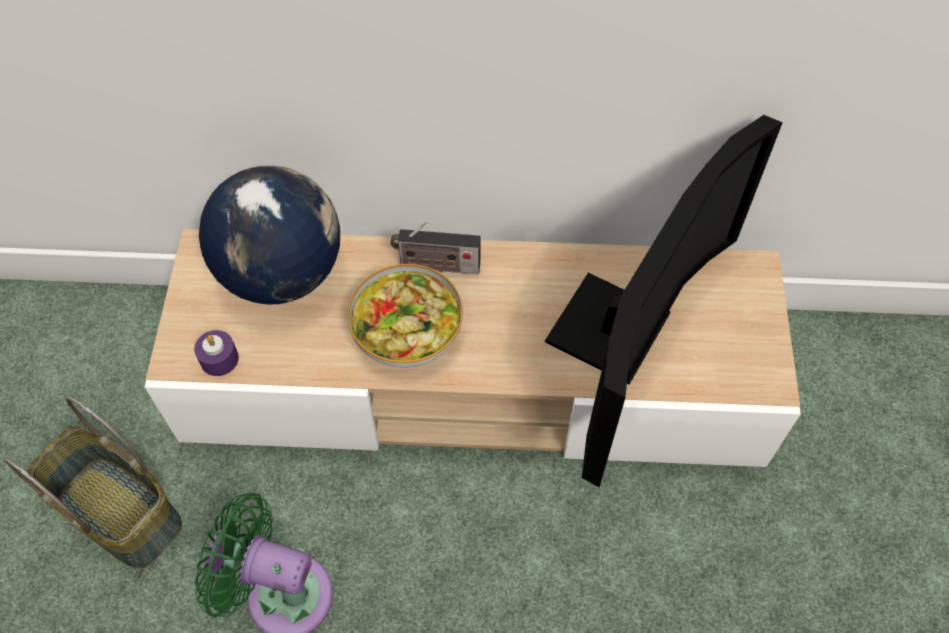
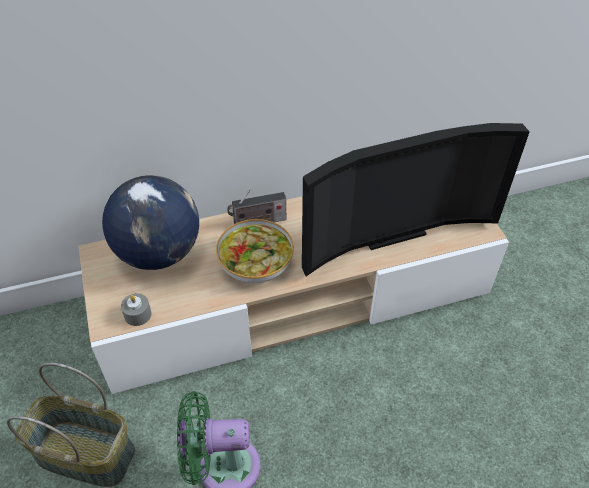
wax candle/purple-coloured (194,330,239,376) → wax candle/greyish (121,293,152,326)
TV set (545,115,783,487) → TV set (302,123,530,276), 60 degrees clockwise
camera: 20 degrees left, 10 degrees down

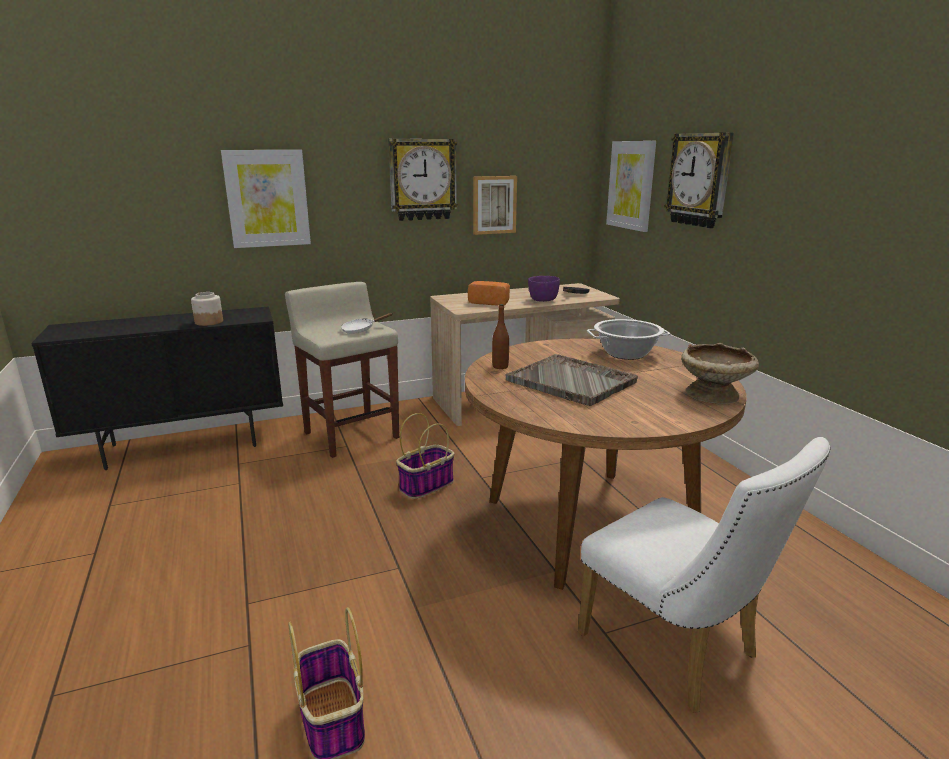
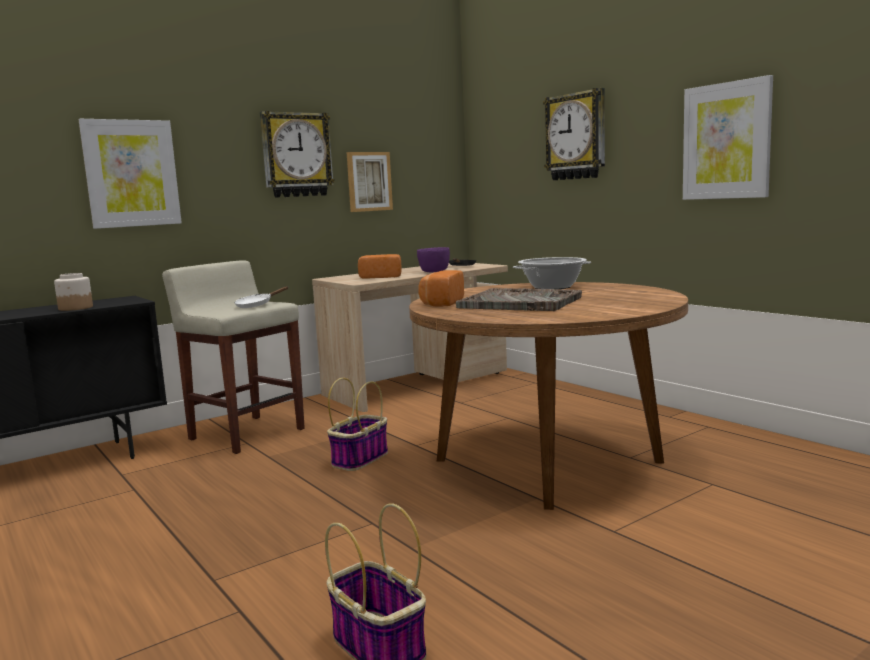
bottle/brown (492,304,509,369) → bakery bread (418,270,464,307)
chair/white-coloured (578,437,831,713) → -
picture (606,141,656,232) → picture (683,75,773,200), shifted
serving bowl/beige-coloured (681,343,759,404) → -
camera: 15 degrees left, 10 degrees down

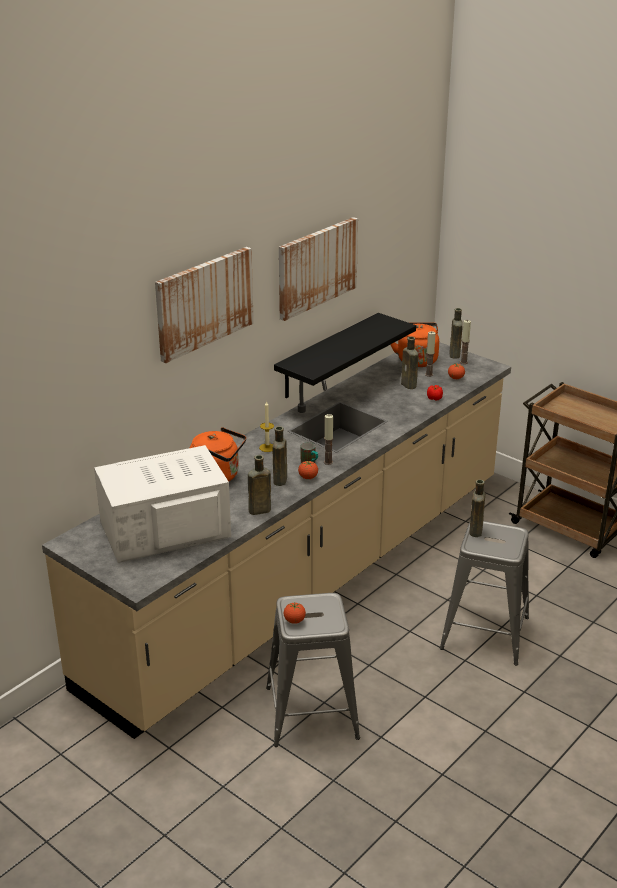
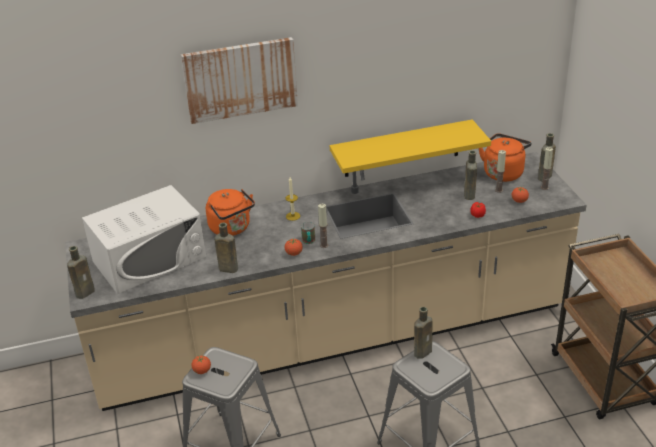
kitchen microwave/white-coloured (94,445,231,563) → kitchen microwave/white-coloured (82,185,206,294), 135 degrees clockwise
bottle/brown (272,426,287,486) → bottle/brown (67,246,95,299), shifted
shelf/black (274,313,416,398) → shelf/yellow-coloured (330,119,491,177)
picture (279,217,358,321) → -
camera: 35 degrees right, 5 degrees up

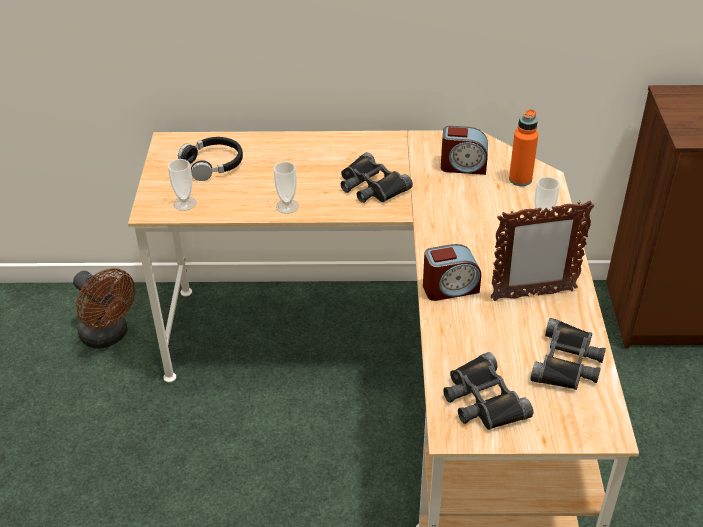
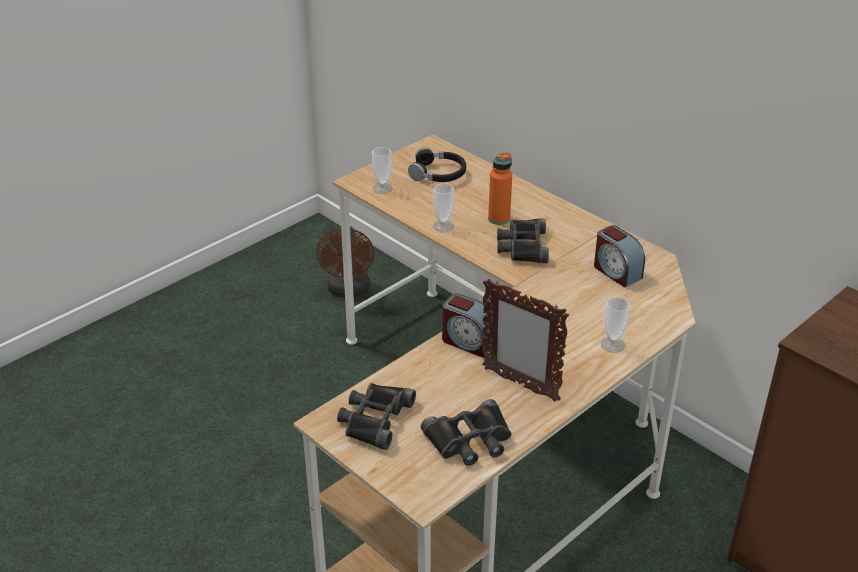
bottle/orange (509,109,538,186) → bottle/orange (488,152,512,225), shifted
camera: 45 degrees right, 5 degrees down

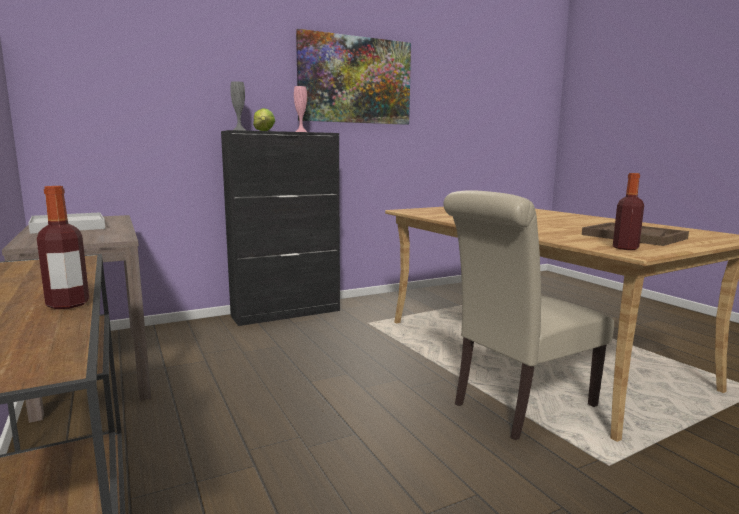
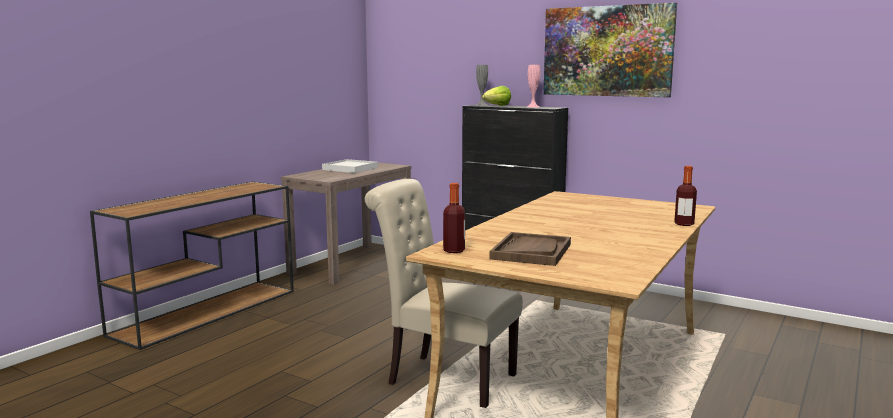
bottle (37,186,89,309) → bottle (674,166,697,226), shifted
camera: 60 degrees right, 0 degrees up

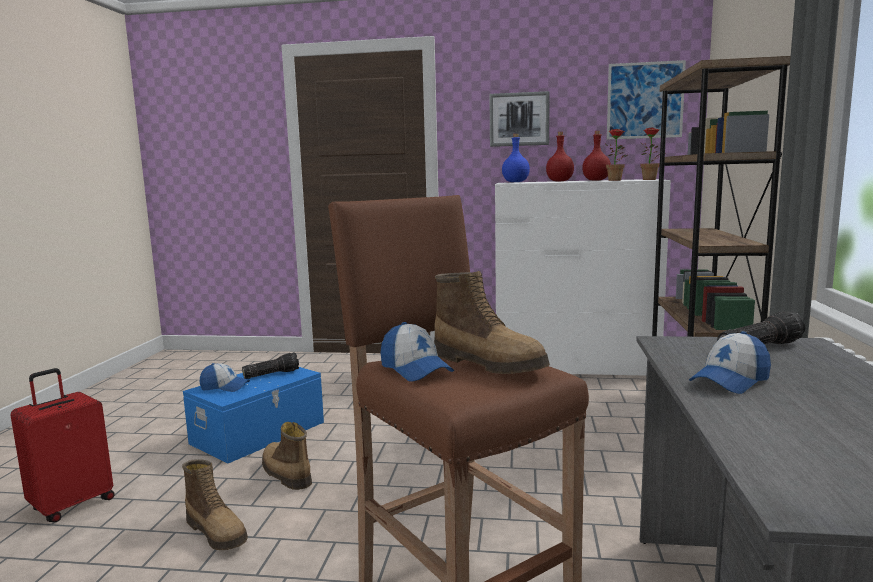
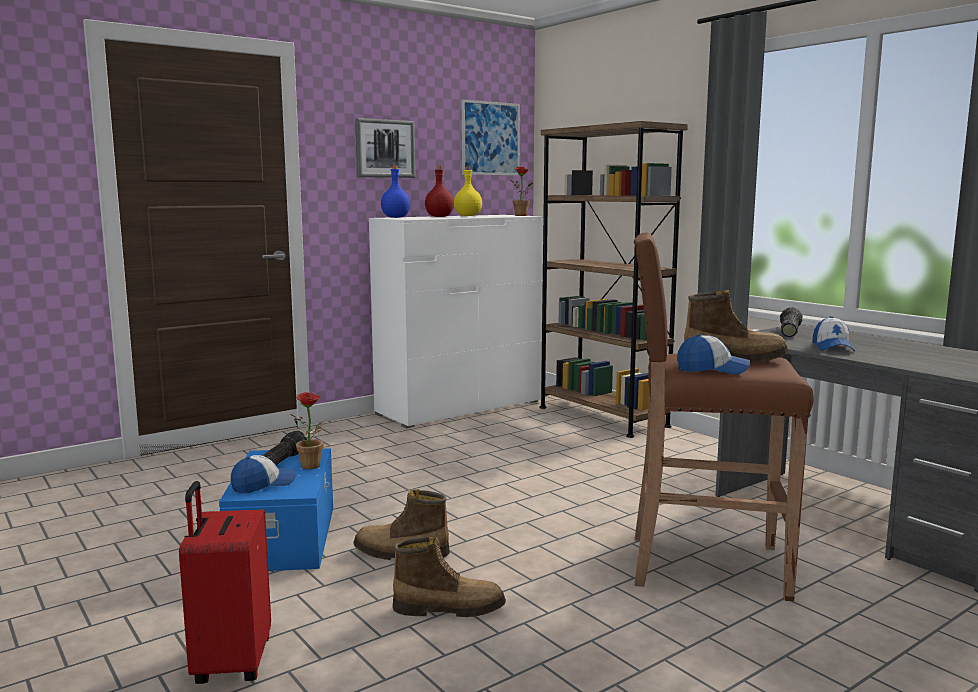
bottle/red-coloured (582,131,611,181) → bottle/yellow-coloured (454,166,482,216)
houseplant (604,129,627,181) → houseplant (291,392,324,469), shifted
camera: 45 degrees left, 0 degrees up

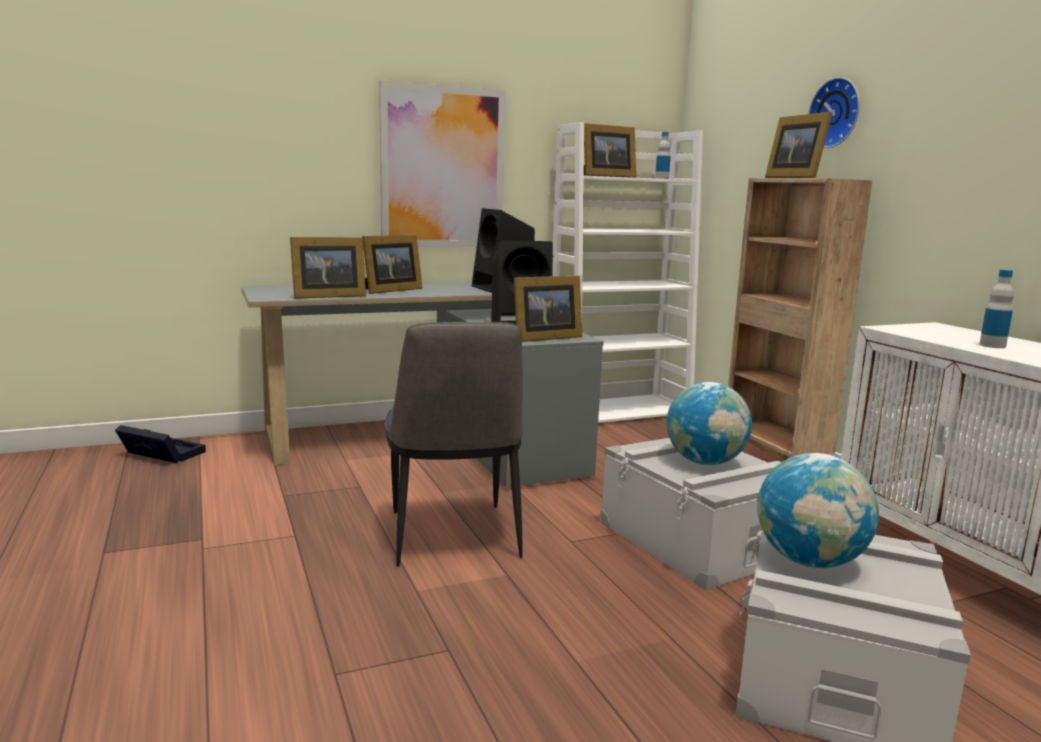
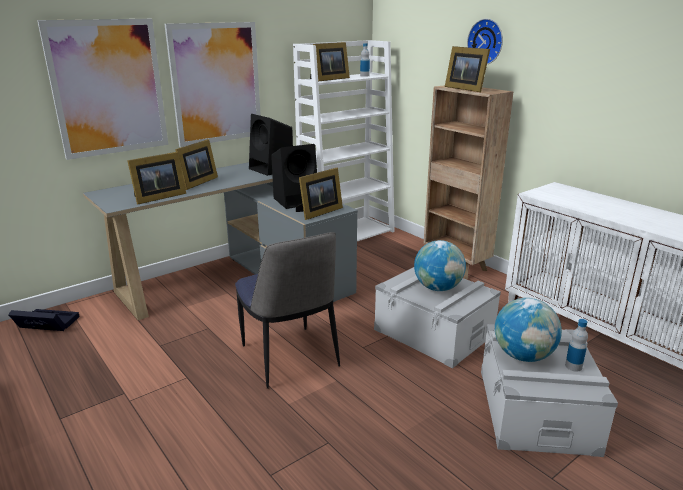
bottle (979,269,1014,348) → bottle (565,319,588,372), shifted
- → picture (37,19,168,160)
camera: 15 degrees left, 10 degrees up

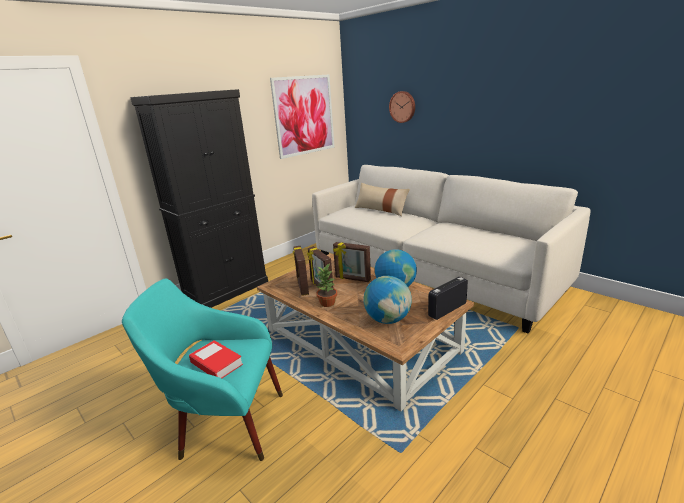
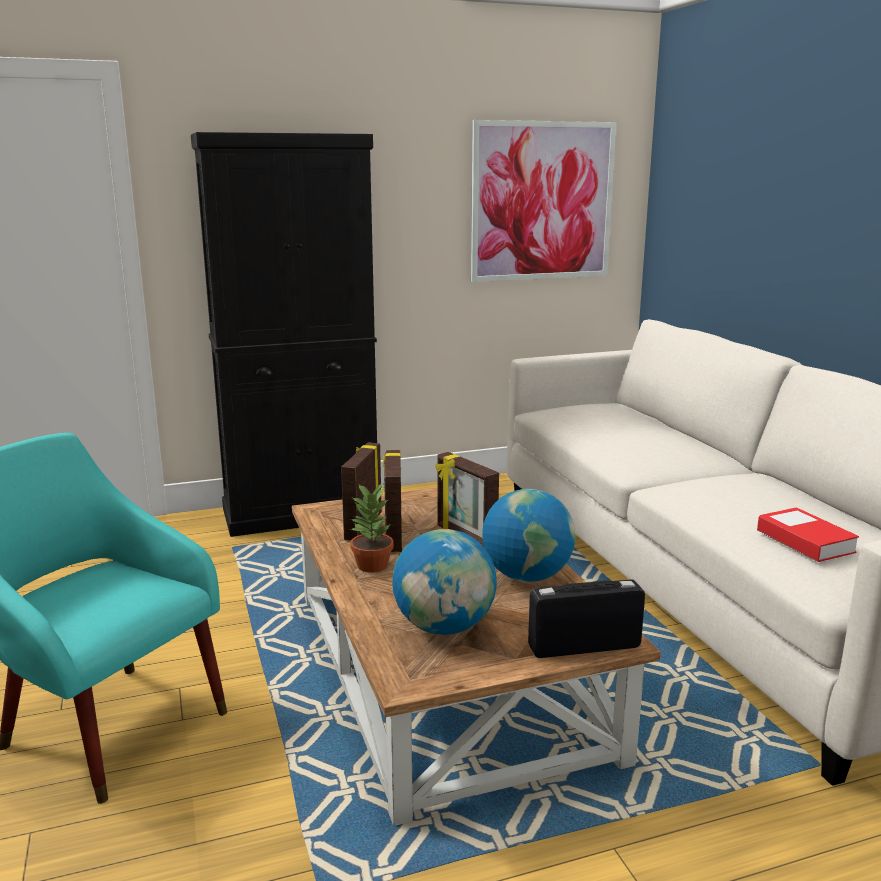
book (189,340,243,378) → book (757,507,859,562), shifted
pillow/beige-coloured (355,183,410,217) → -
clock on the wall (389,91,415,123) → -
camera: 25 degrees right, 5 degrees down

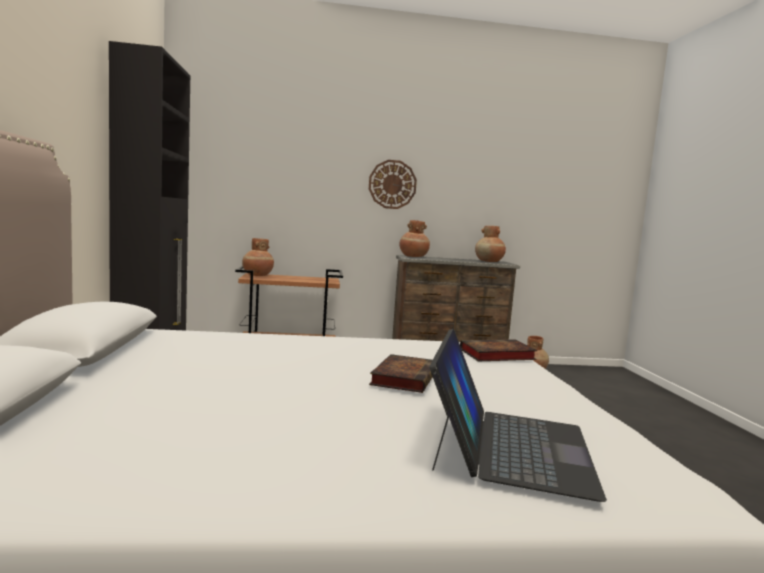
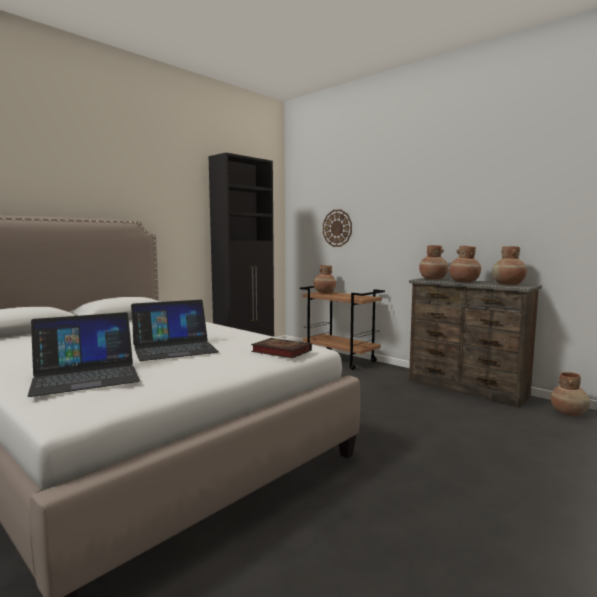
clock on the wall (369,160,417,209) → clock on the wall (323,209,352,247), shifted
book (369,354,432,393) → notebook computer (131,300,219,361)
- → vase/brown (449,246,481,282)
camera: 50 degrees right, 0 degrees up

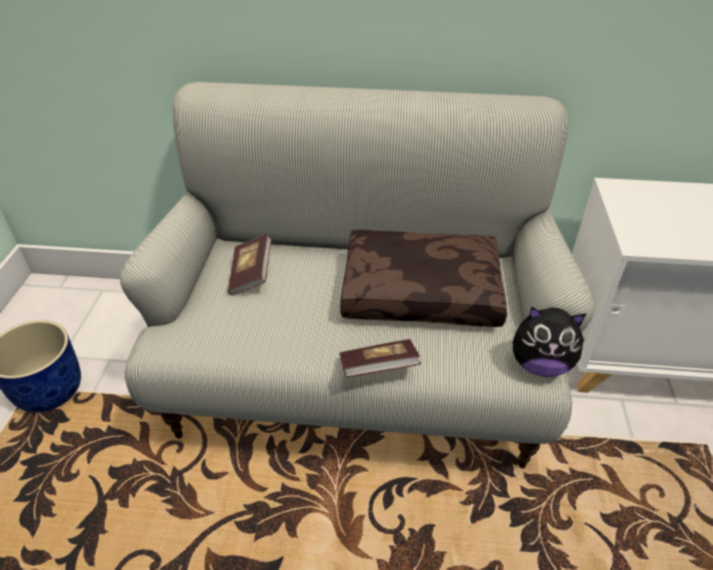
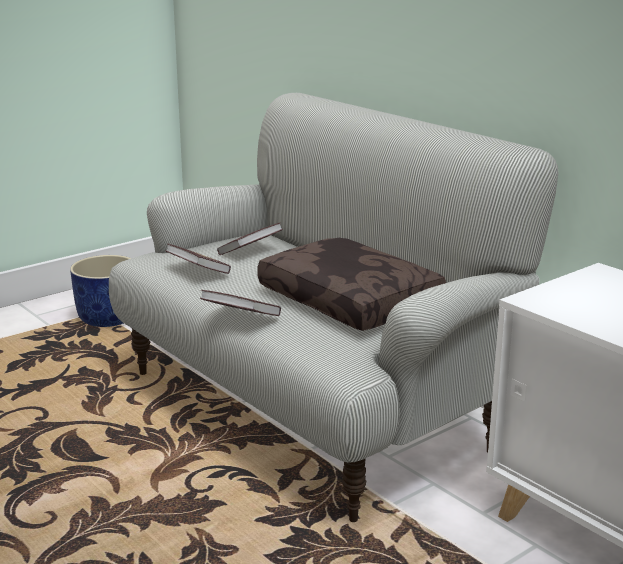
plush toy (513,307,586,377) → -
- → book (165,244,231,274)
camera: 45 degrees right, 20 degrees down

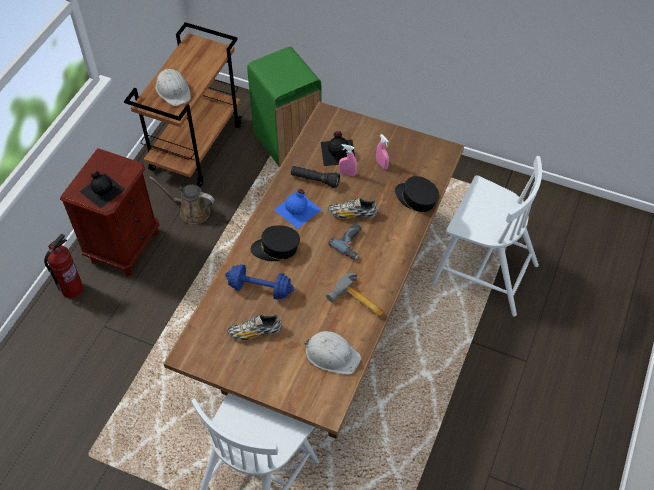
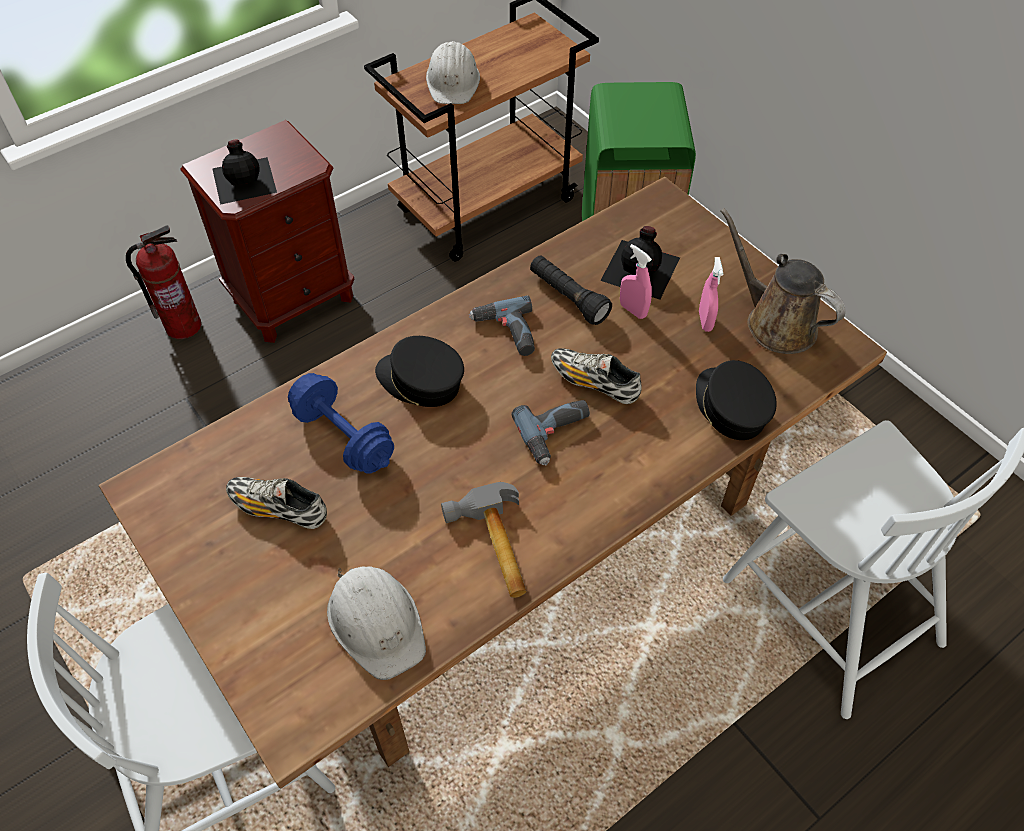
watering pot/brown (149,176,215,224) → watering pot/brown (721,208,846,354), shifted
bottle/blue (274,189,322,229) → electric drill (469,295,535,356)
camera: 30 degrees right, 0 degrees up

